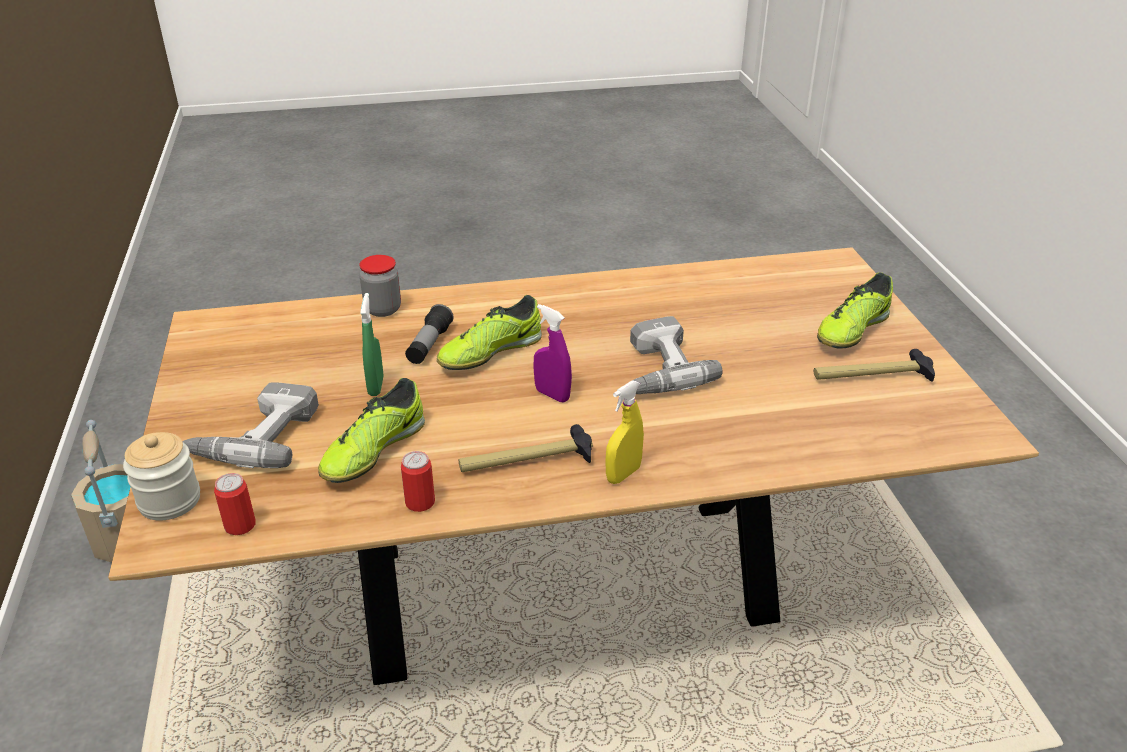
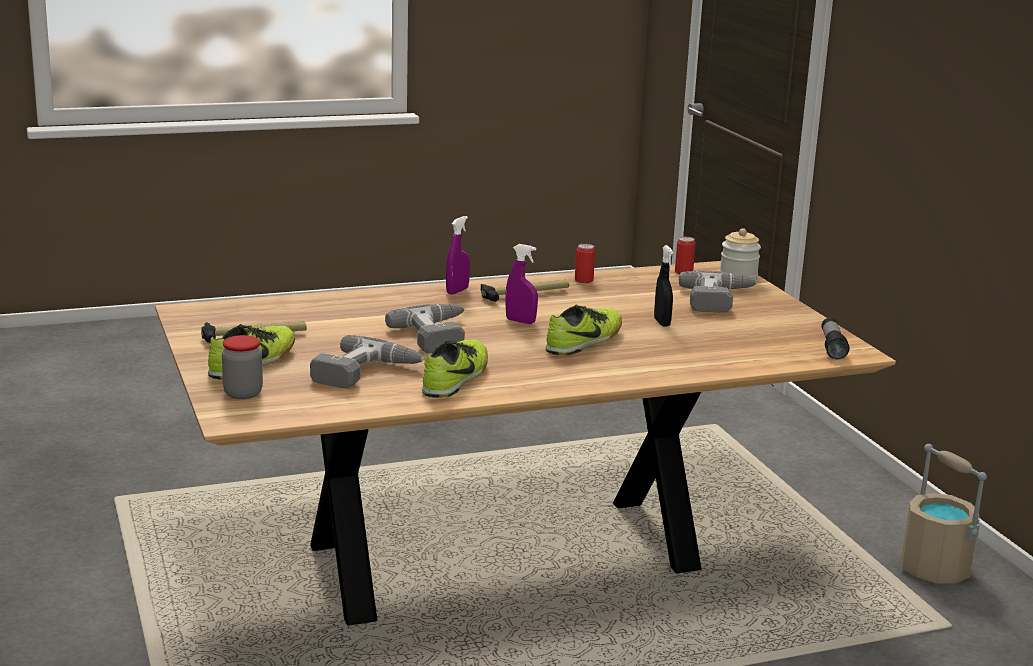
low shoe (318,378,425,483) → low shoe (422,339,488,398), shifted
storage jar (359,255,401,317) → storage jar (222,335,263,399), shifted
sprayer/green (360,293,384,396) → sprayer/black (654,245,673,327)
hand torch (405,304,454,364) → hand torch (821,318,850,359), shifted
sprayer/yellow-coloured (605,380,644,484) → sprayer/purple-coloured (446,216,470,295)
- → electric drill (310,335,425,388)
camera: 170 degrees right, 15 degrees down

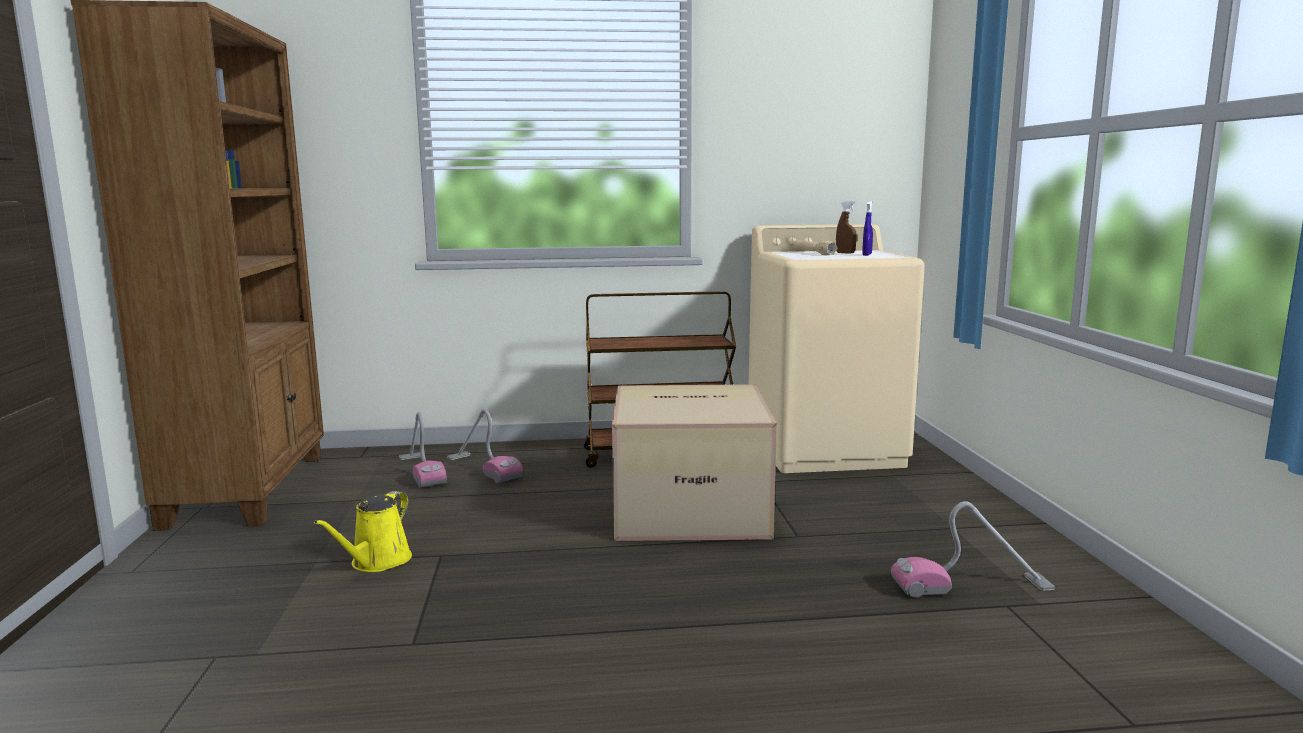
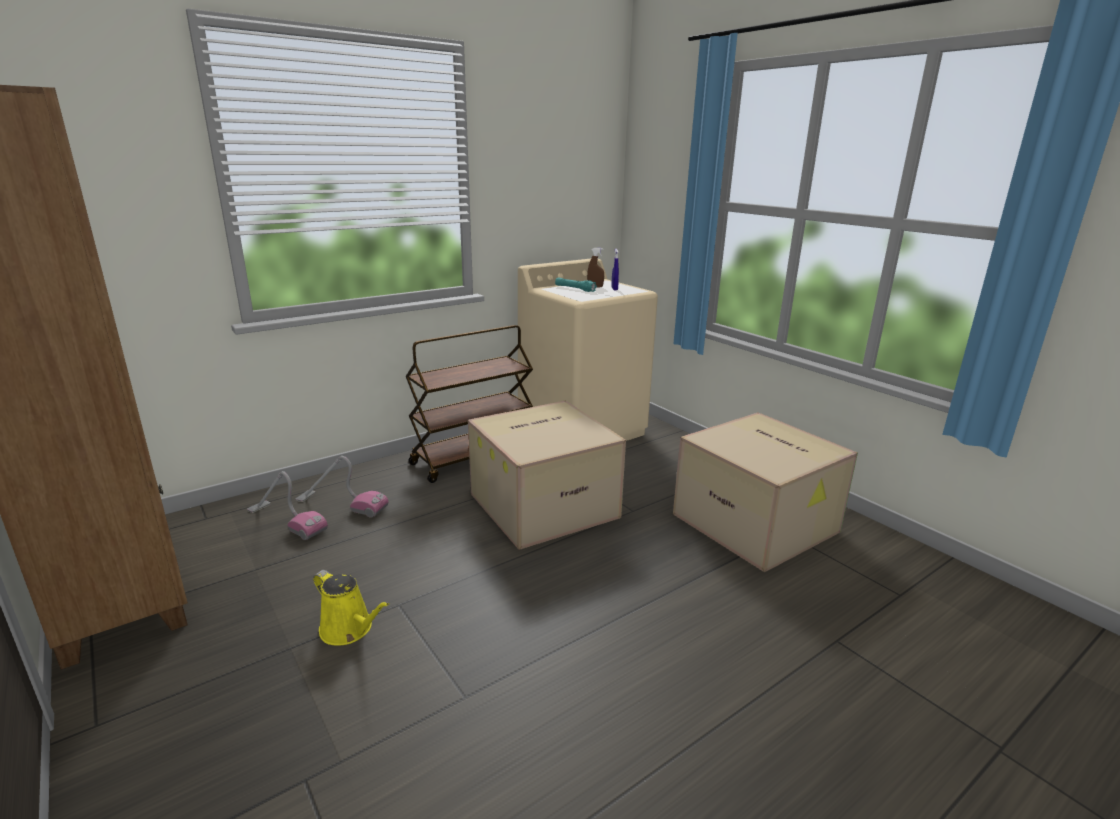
watering pot/yellow-coloured (314,491,412,572) → watering pot/yellow-coloured (313,570,389,646), 45 degrees counterclockwise
hand torch/beige-coloured (793,240,838,255) → hand torch/blue-green (555,277,597,292)
vacuum (891,501,1055,598) → cardboard box (673,412,858,572)
camera: 30 degrees left, 10 degrees up

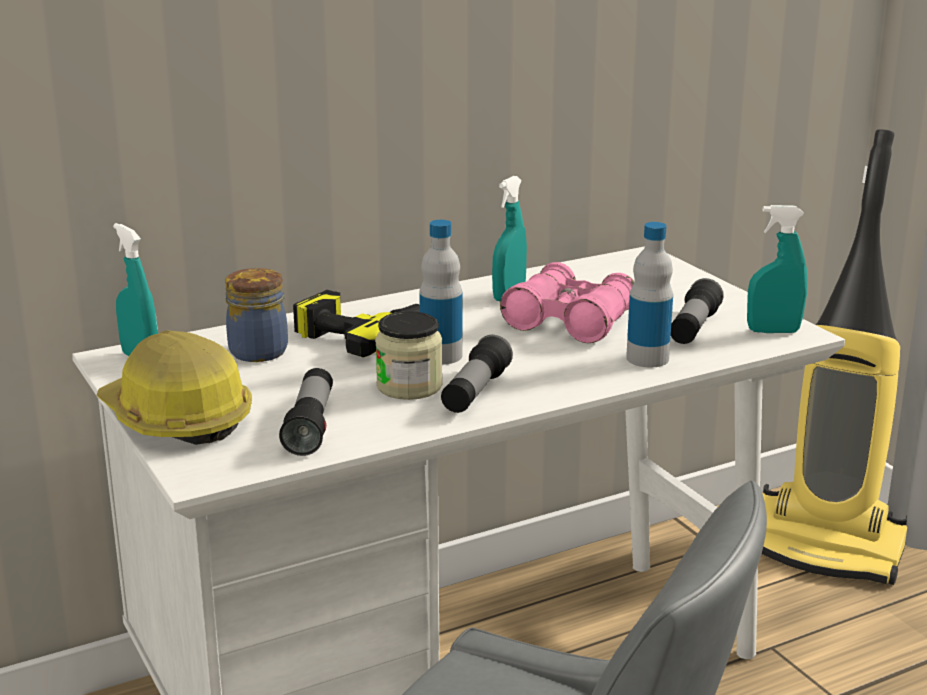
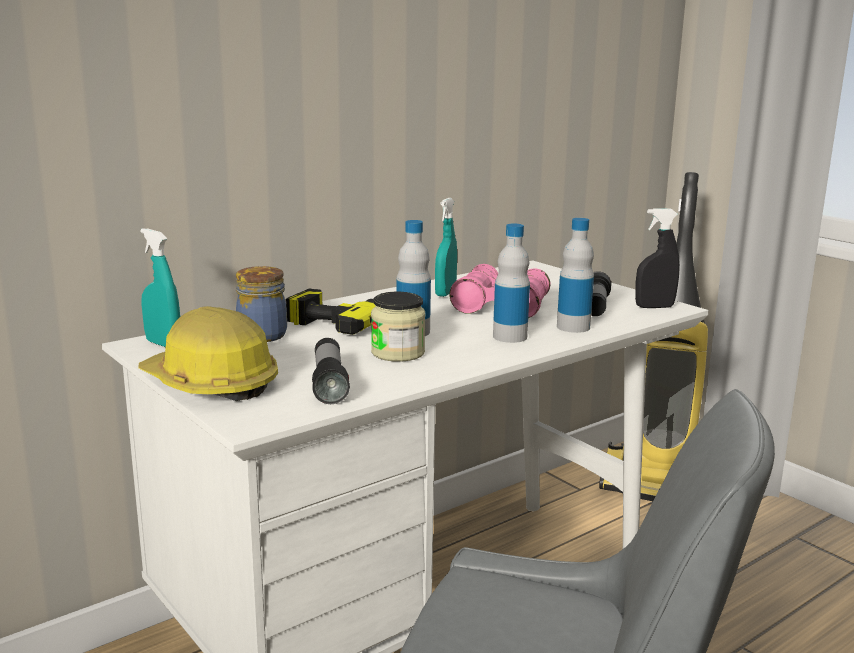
hand torch (441,335,513,413) → -
sprayer/blue-green (747,205,807,333) → sprayer/black (635,208,680,308)
- → bottle (493,224,530,343)
camera: 10 degrees left, 5 degrees down

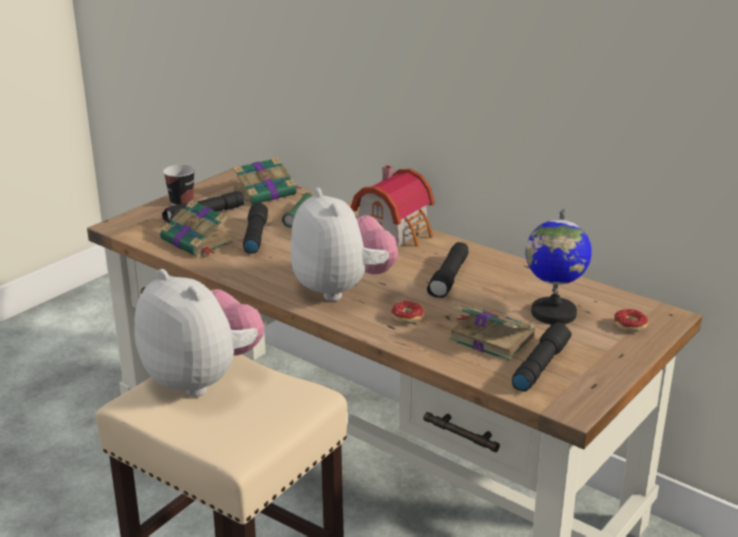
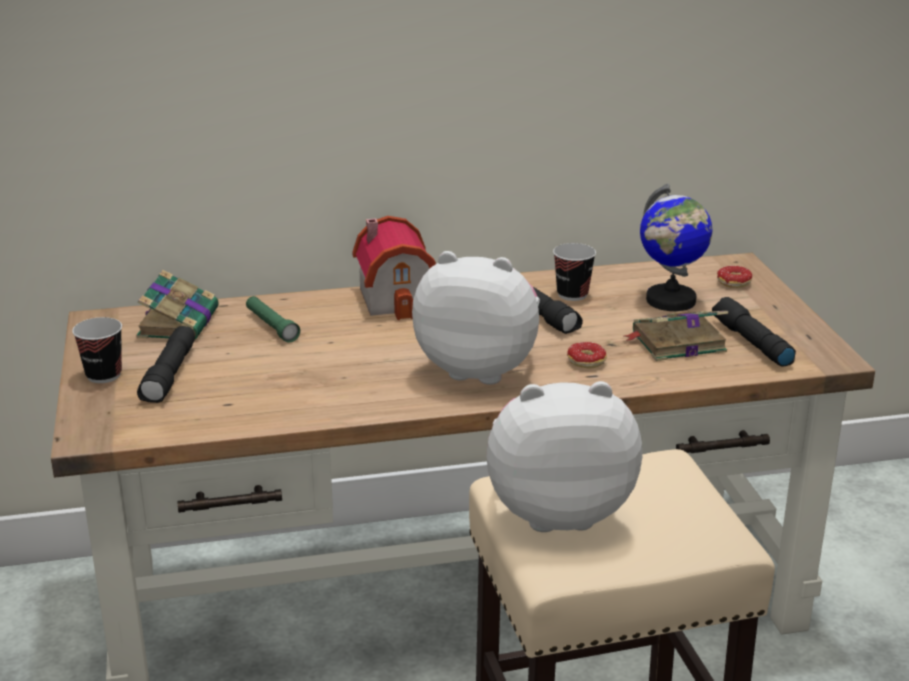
book (160,200,233,257) → -
hand torch/black (243,203,268,254) → -
- → cup (553,243,596,301)
camera: 50 degrees left, 0 degrees up

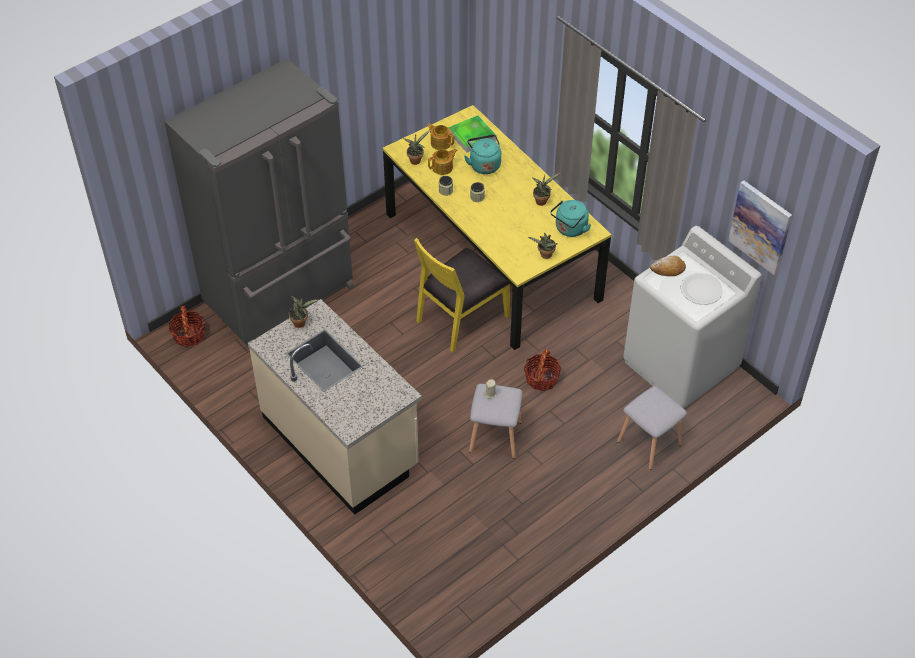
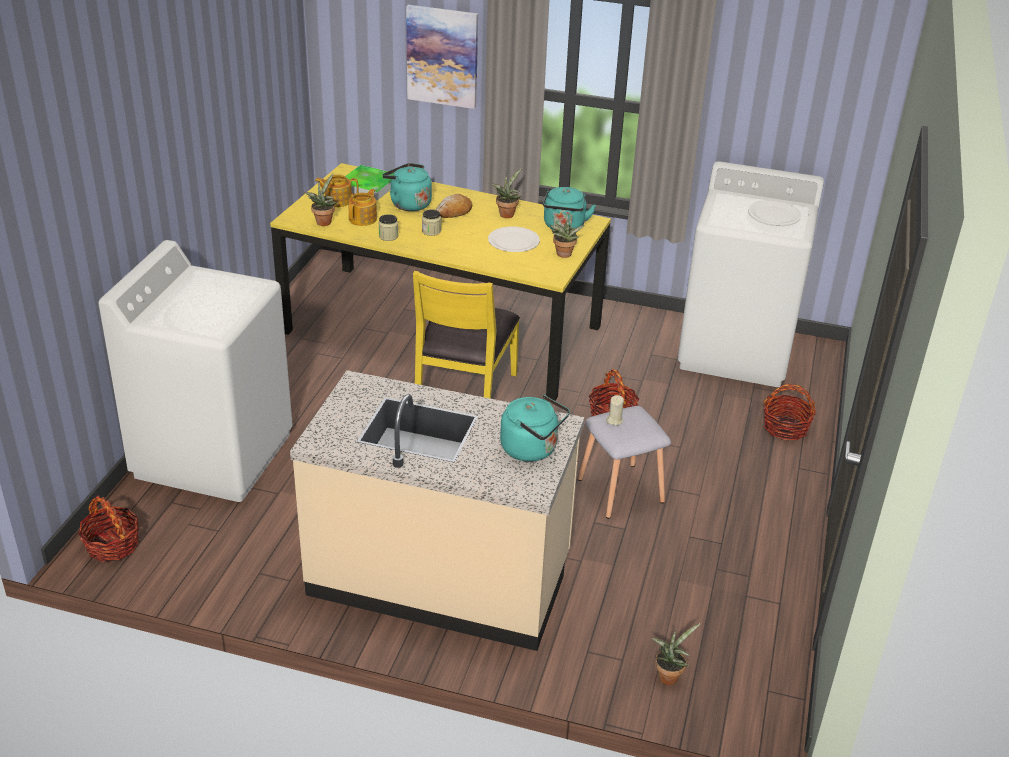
kitchen fridge/greyish (164,58,354,348) → laundry appliance/white-coloured (99,240,293,502)
houseplant (289,296,319,328) → houseplant (651,623,701,685), shifted
stool seat/greyish (617,386,687,470) → storage basket (763,384,816,440)
bakery bread (650,256,686,276) → bakery bread (436,194,472,218), shifted
picture (728,180,792,275) → picture (406,5,478,109), shifted
- → dinner plate/white-coloured (488,227,540,252)
- → kettle/blue-green (500,395,570,462)
camera: 35 degrees left, 15 degrees down

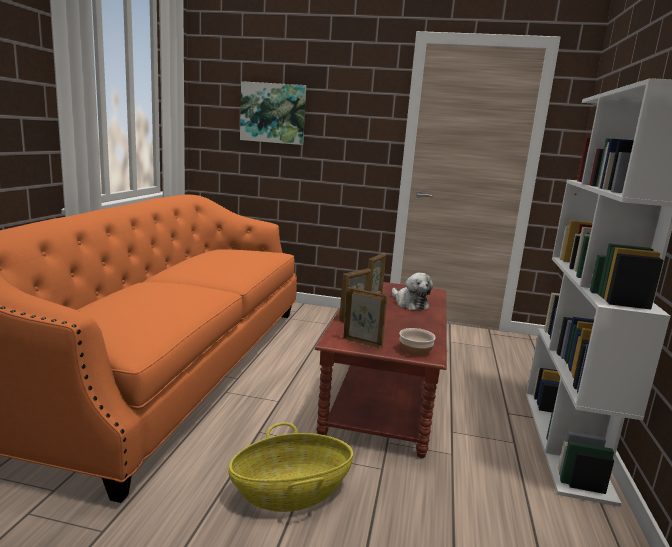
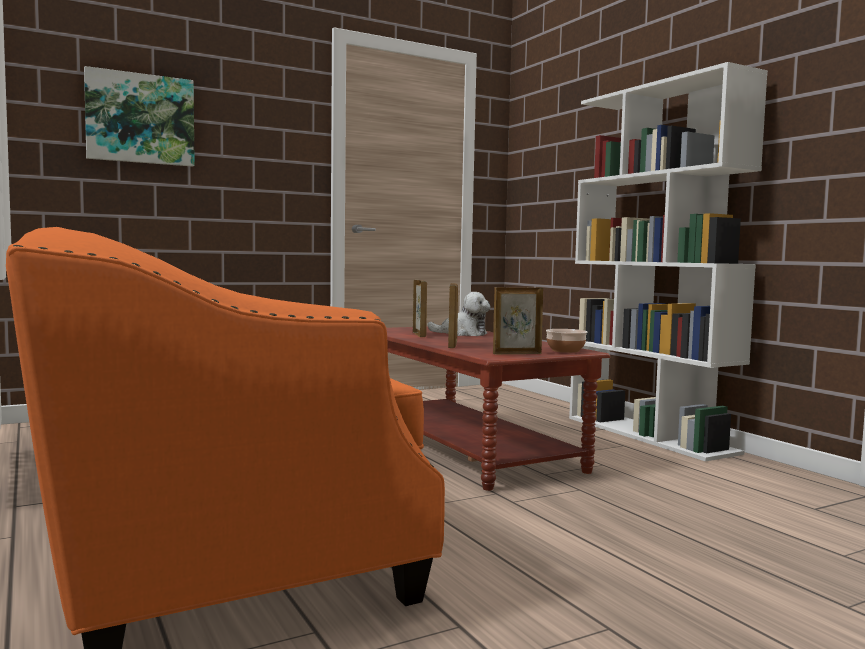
storage basket (228,422,353,512) → -
camera: 40 degrees left, 10 degrees down

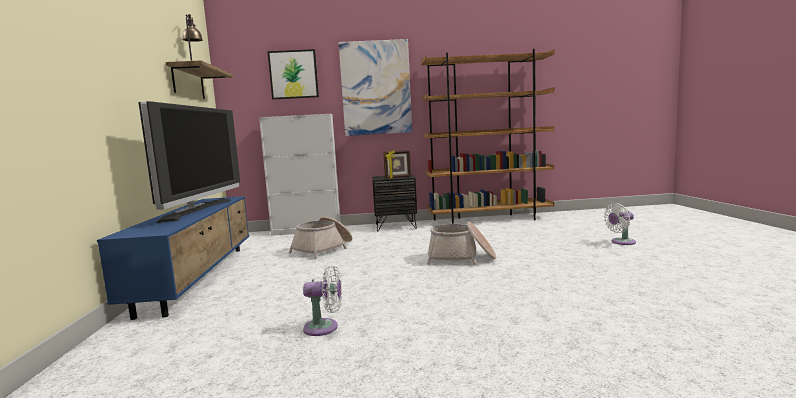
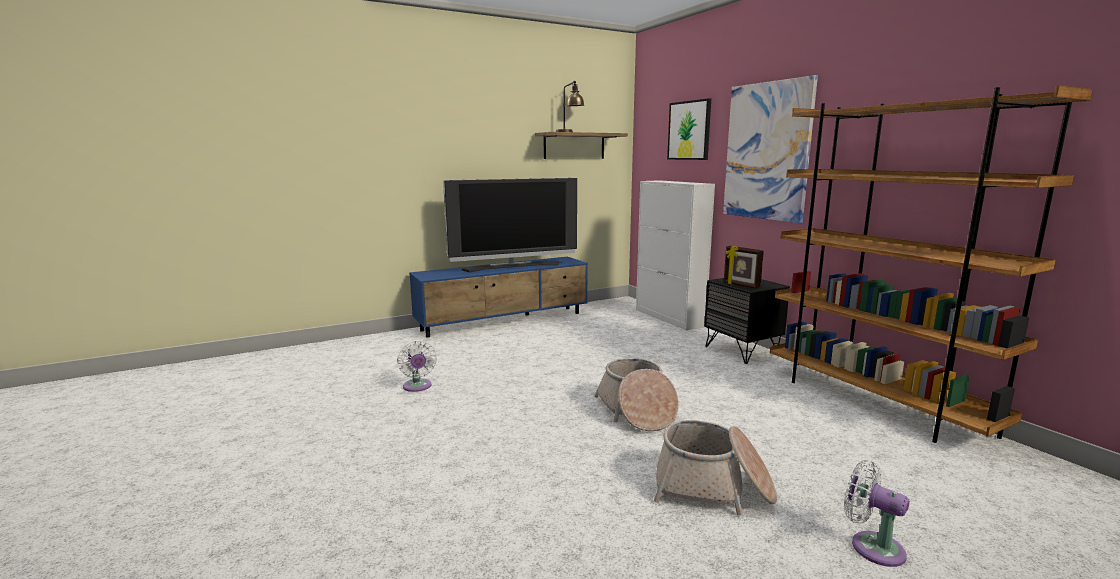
storage basket (289,217,352,259) → storage basket (654,420,777,515), shifted
camera: 65 degrees right, 5 degrees up

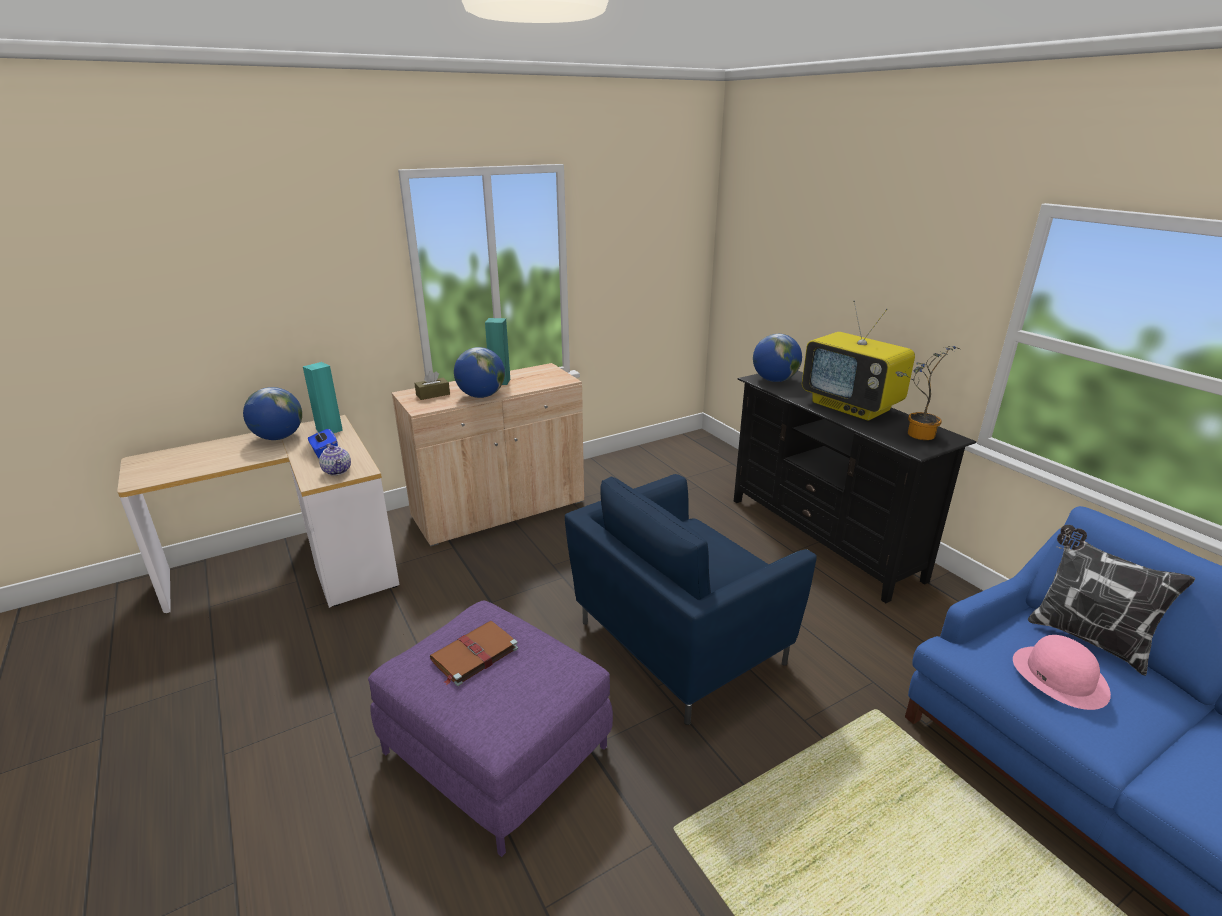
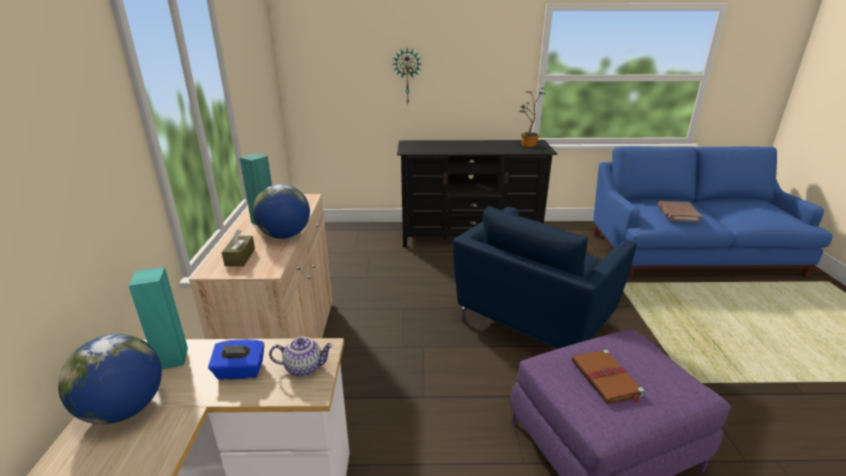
armchair/blue (565,474,817,725) → armchair/blue (453,206,637,349), 45 degrees clockwise
desk globe (753,334,802,382) → -
TV set (802,300,915,421) → -
clothing hat/pink-coloured (1013,635,1111,710) → book/brown (657,201,703,222)
pillow (1028,525,1195,676) → -
- → clock on the wall (393,48,421,104)
camera: 60 degrees left, 0 degrees up

